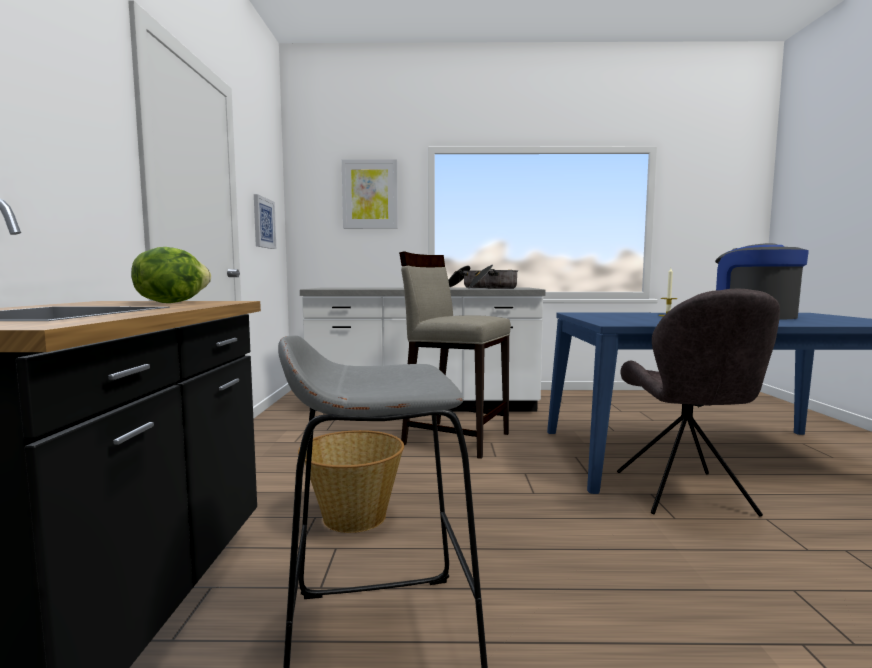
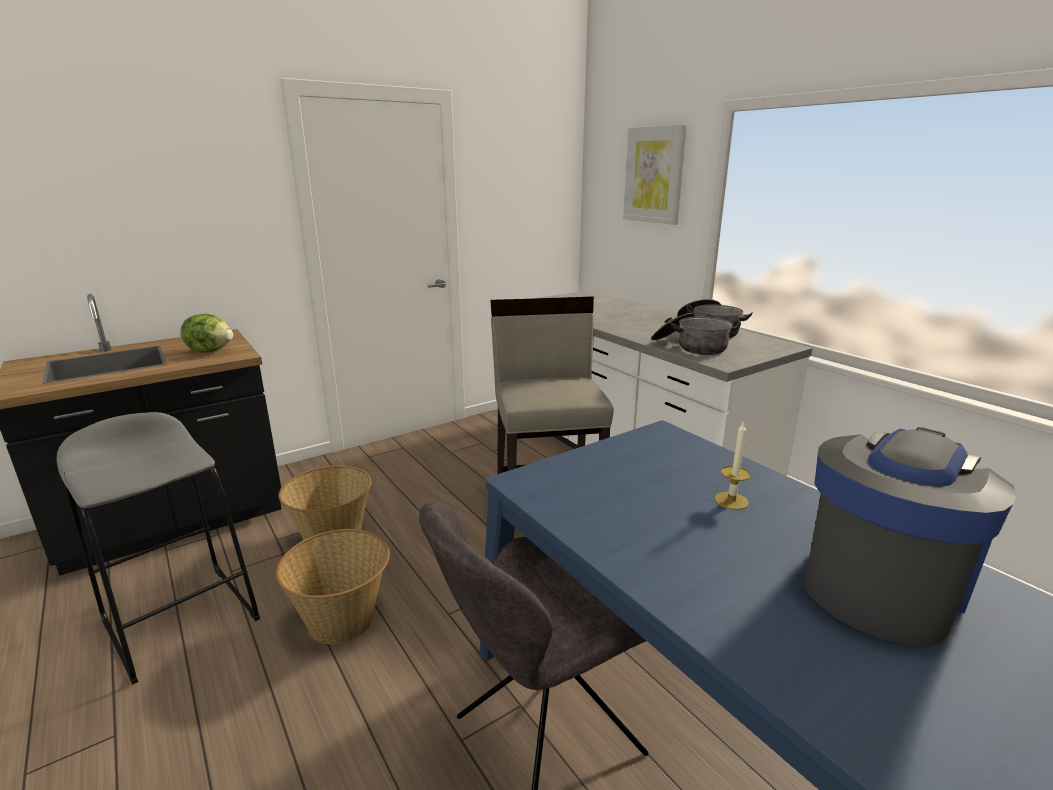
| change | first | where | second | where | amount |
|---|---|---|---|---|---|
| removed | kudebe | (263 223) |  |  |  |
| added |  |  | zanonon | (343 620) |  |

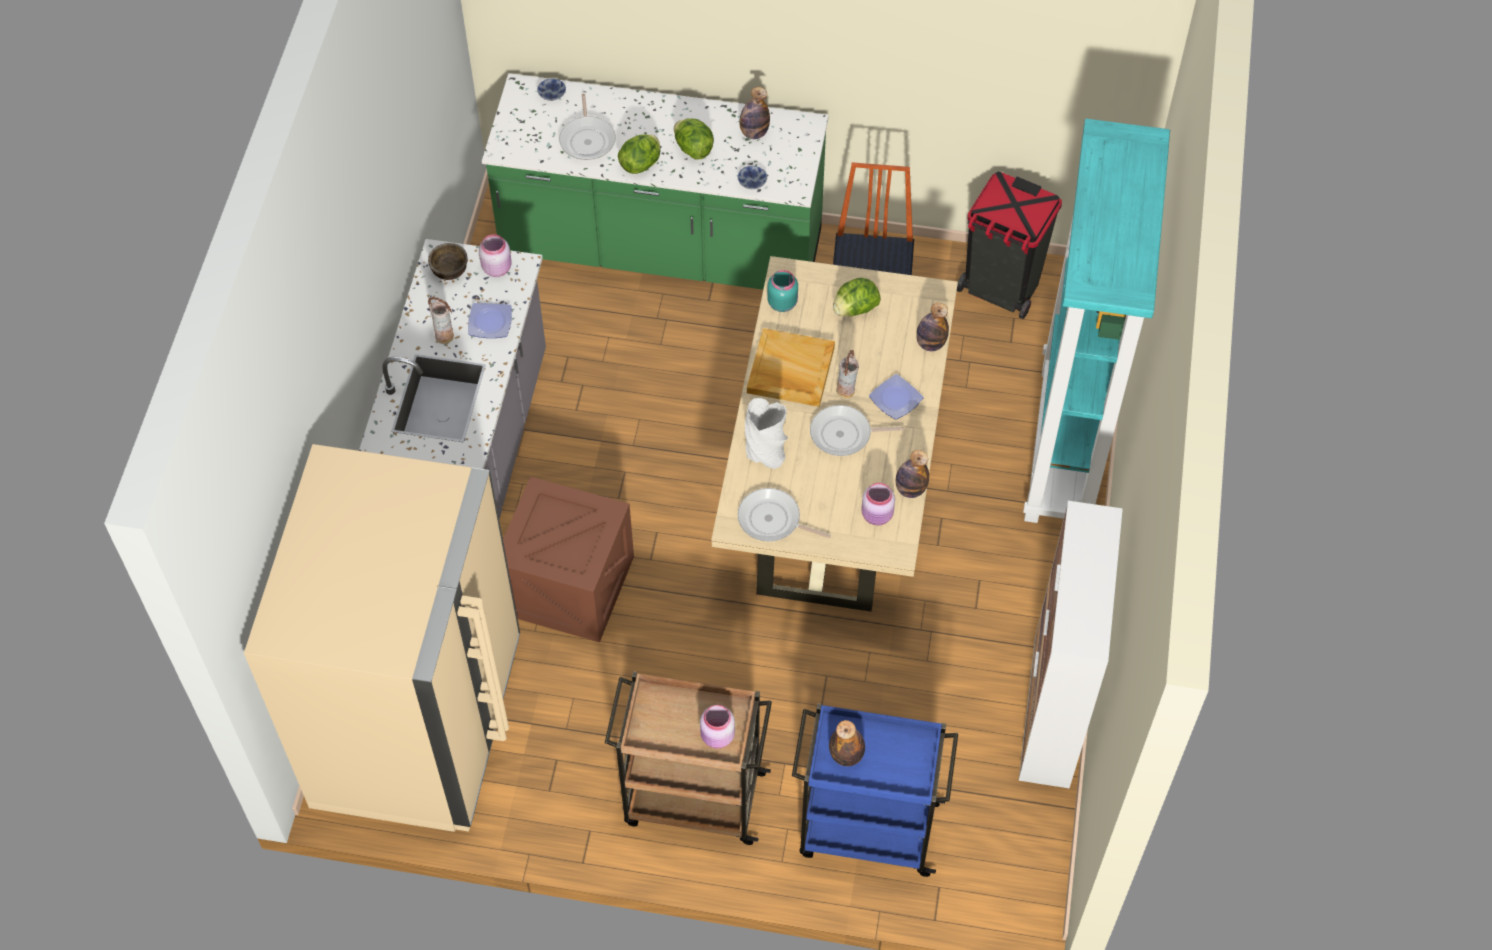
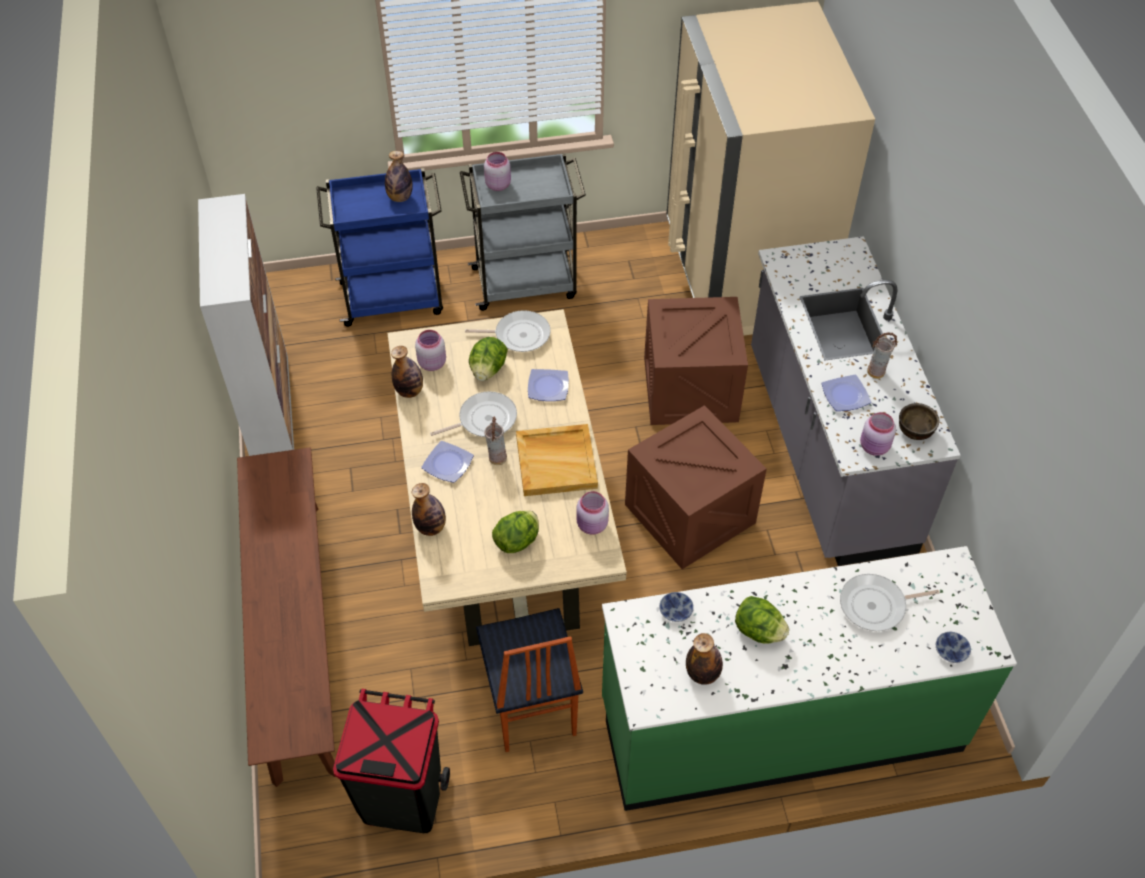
| change | first | where | second | where | amount |
|---|---|---|---|---|---|
| turned | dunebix | (588 139) |  | (876 606) | 75 degrees counterclockwise |
| replaced | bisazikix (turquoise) | (1066 447) | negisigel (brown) | (296 636) |  |
| moved | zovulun | (641 164) |  | (488 370) |  |
| recoloured | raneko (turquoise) | (783 302) | raneko (pink) | (592 525) |  |
| replaced | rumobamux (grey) | (765 450) | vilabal | (549 386) |  |
| recoloured | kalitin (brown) | (692 798) | kalitin (grey) | (526 282) |  |
| added |  |  | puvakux | (690 513) |  |

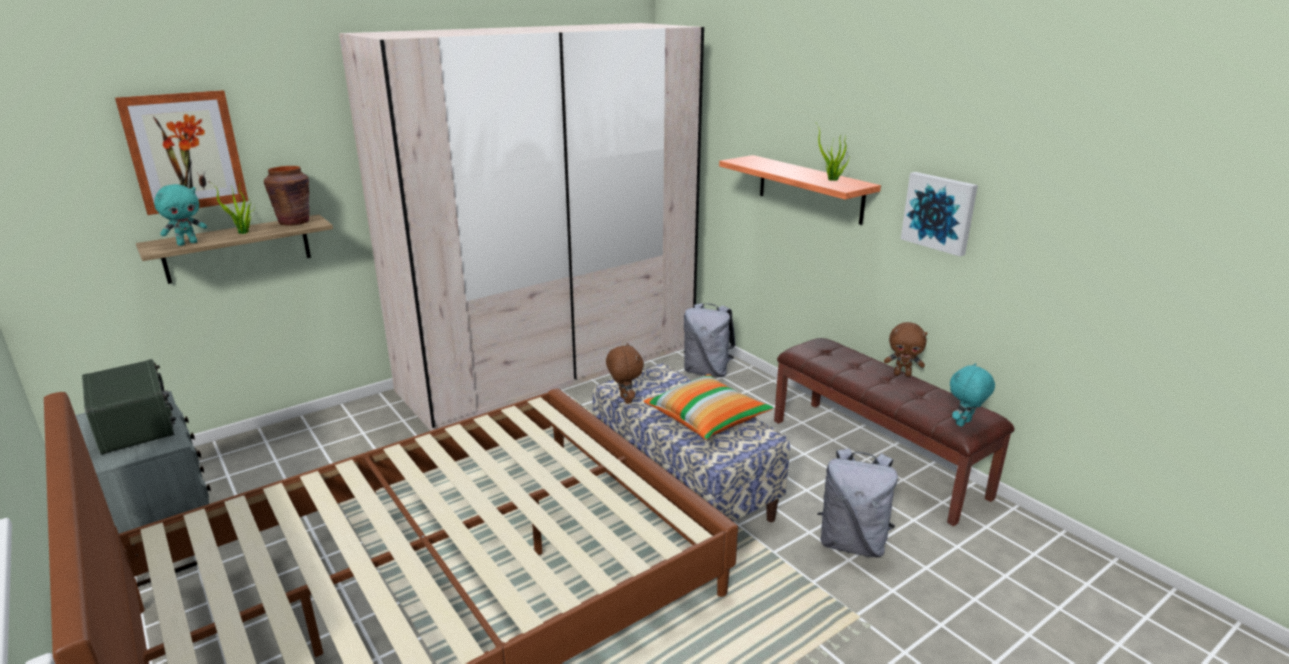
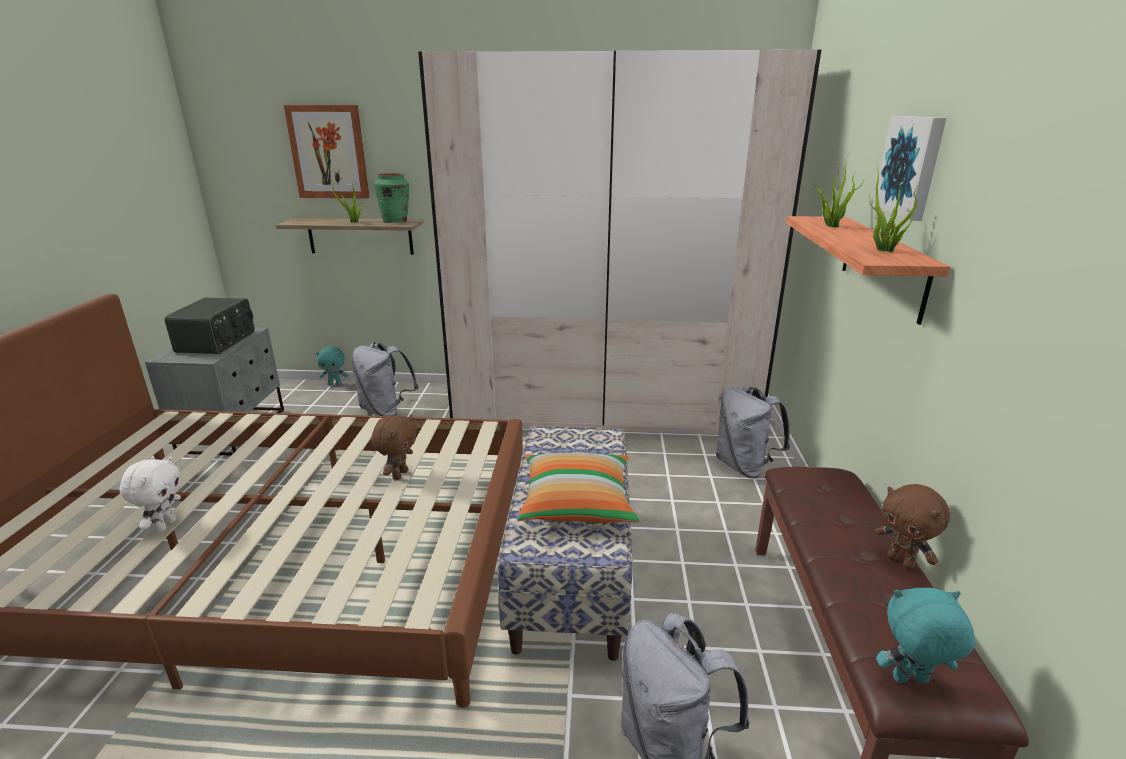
| change | first | where | second | where | amount |
|---|---|---|---|---|---|
| recoloured | rumobamux (brown) | (294 222) | rumobamux (green) | (395 221) |  |
| moved | kudebe | (939 212) |  | (911 166) |  |
| moved | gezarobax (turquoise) | (187 243) |  | (335 384) |  |
| moved | gezarobax (brown) | (624 400) |  | (399 474) |  |
| added |  |  | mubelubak | (831 226) |  |
| added |  |  | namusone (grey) | (386 411) |  |
| added |  |  | gezarobax (white) | (165 525) |  |

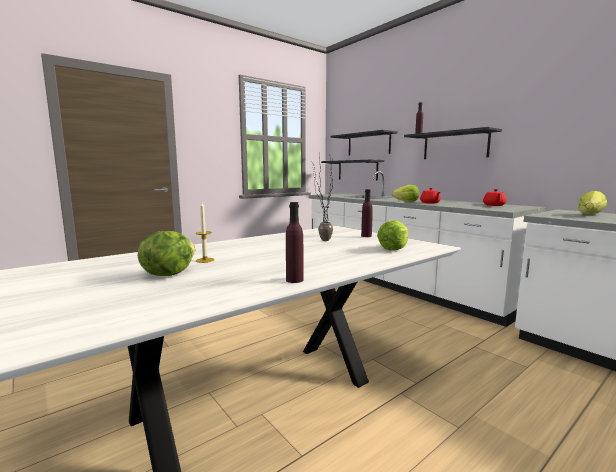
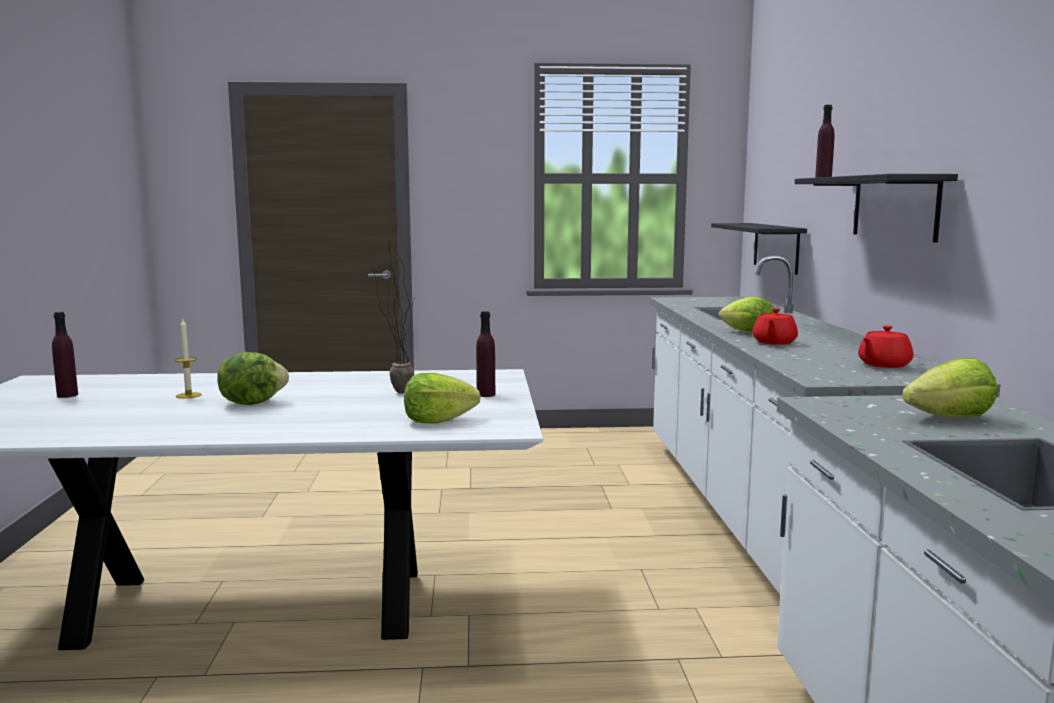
| change | first | where | second | where | amount |
|---|---|---|---|---|---|
| removed | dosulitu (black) | (368 144) |  |  |  |
| moved | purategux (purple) | (294 280) |  | (67 395) |  |
| moved | zovulun | (168 274) |  | (252 403) |  |

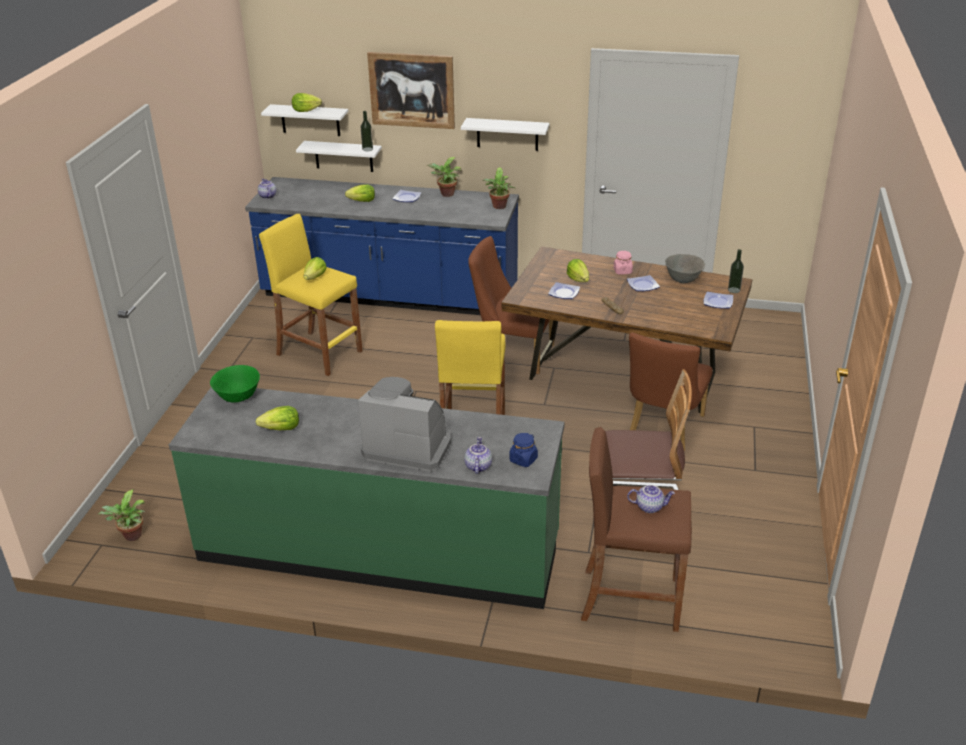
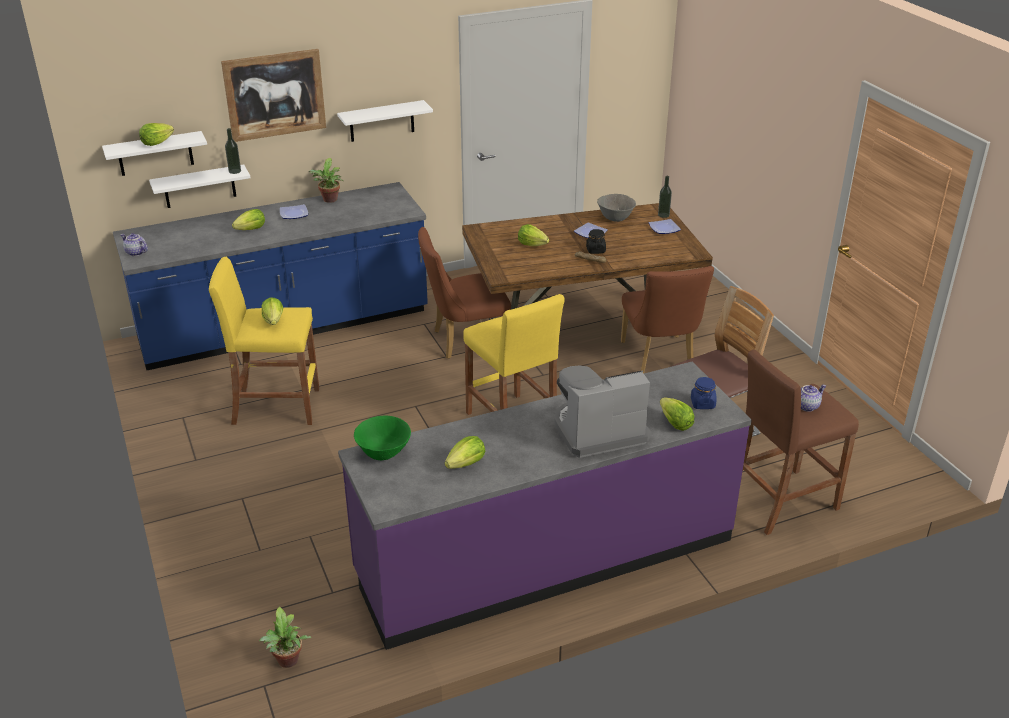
| change | first | where | second | where | amount |
|---|---|---|---|---|---|
| removed | mubelubak | (499 207) |  |  |  |
| removed | raneko (pink) | (622 271) |  |  |  |
| removed | vilabal | (564 293) |  |  |  |
| recoloured | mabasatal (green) | (379 549) | mabasatal (purple) | (545 557) |  |
| replaced | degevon | (477 466) | zovulun | (675 424) |  |
| added |  |  | raneko (black) | (595 250) |  |

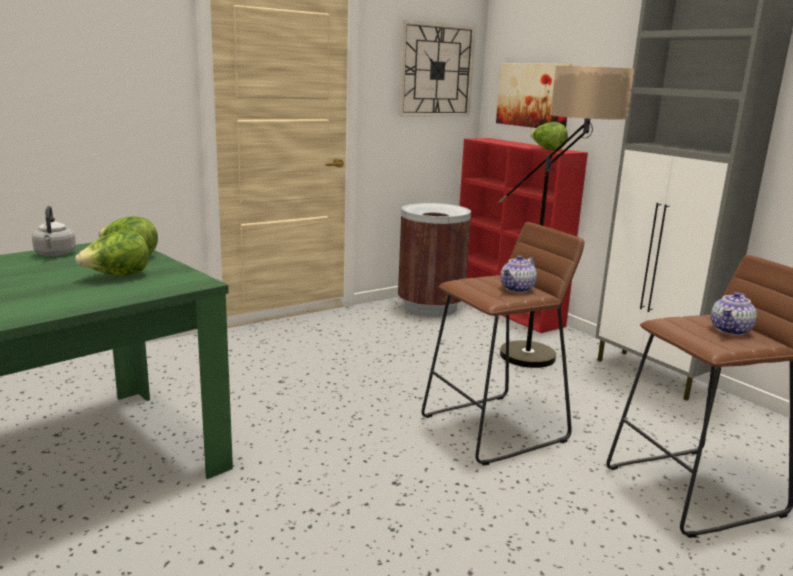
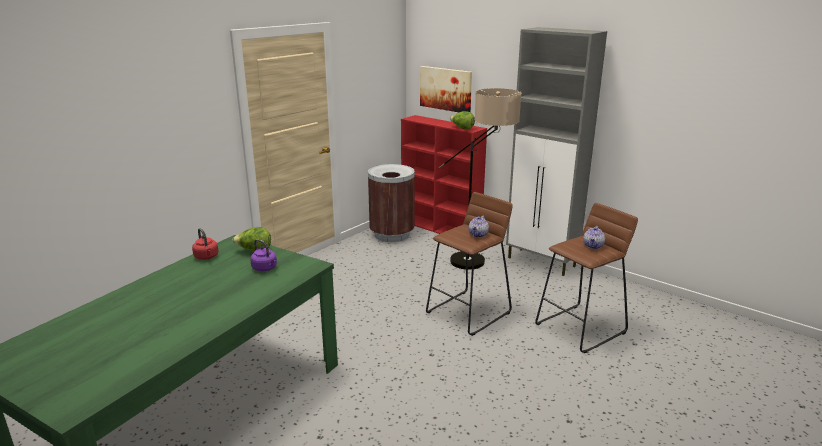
| change | first | where | second | where | amount |
|---|---|---|---|---|---|
| removed | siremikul | (436 70) |  |  |  |
| recoloured | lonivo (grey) | (55 254) | lonivo (red) | (207 257) |  |
| replaced | zovulun | (117 276) | lonivo (purple) | (265 268) |  |

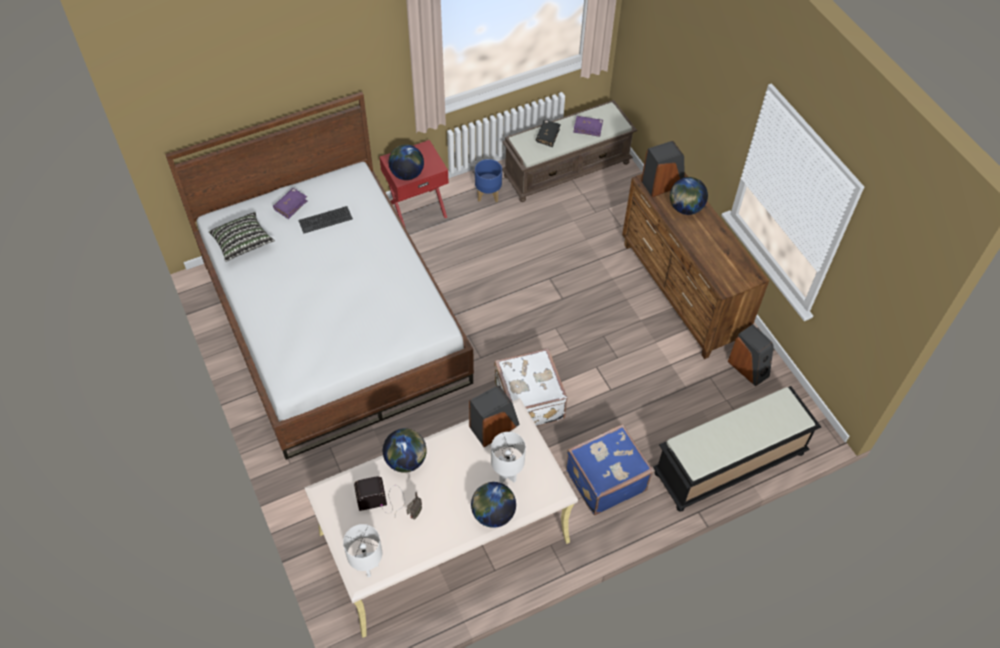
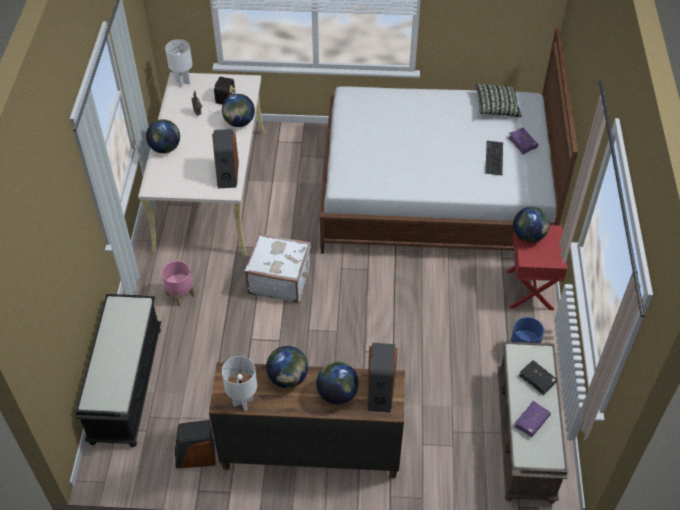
| change | first | where | second | where | amount |
|---|---|---|---|---|---|
| replaced | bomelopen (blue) | (604 479) | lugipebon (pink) | (180 295) |  |
| moved | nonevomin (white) | (507 475) |  | (243 402) |  |
| added |  |  | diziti | (288 378) |  |

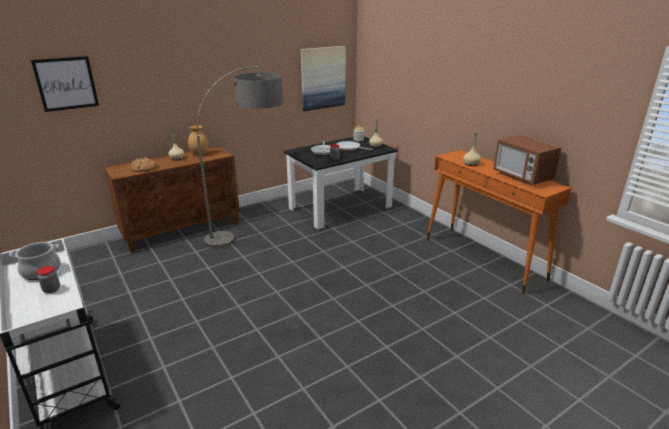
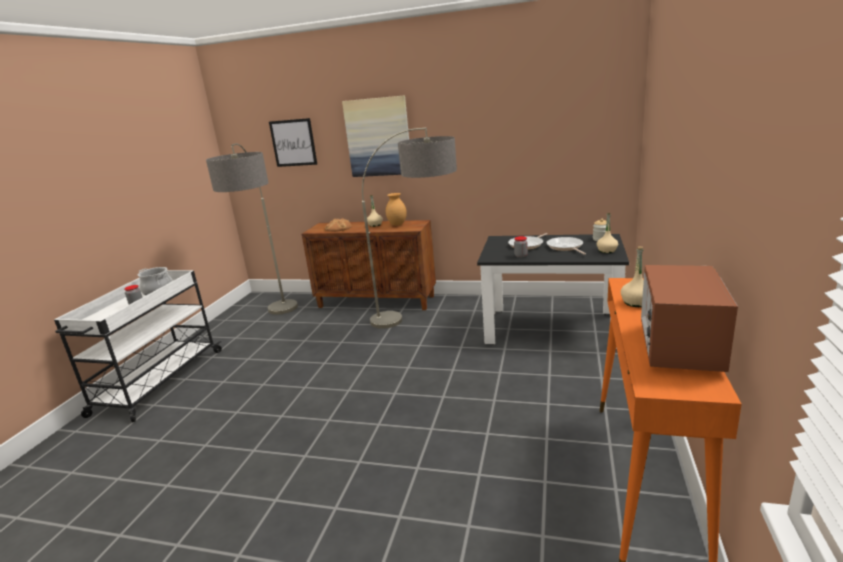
| change | first | where | second | where | amount |
|---|---|---|---|---|---|
| moved | kudebe | (323 78) |  | (378 137) |  |
| added |  |  | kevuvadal | (276 323) |  |

